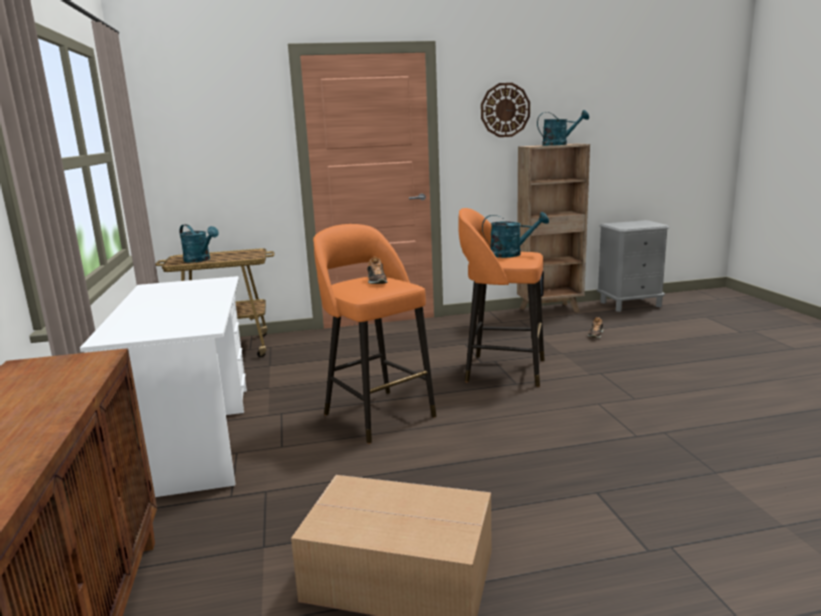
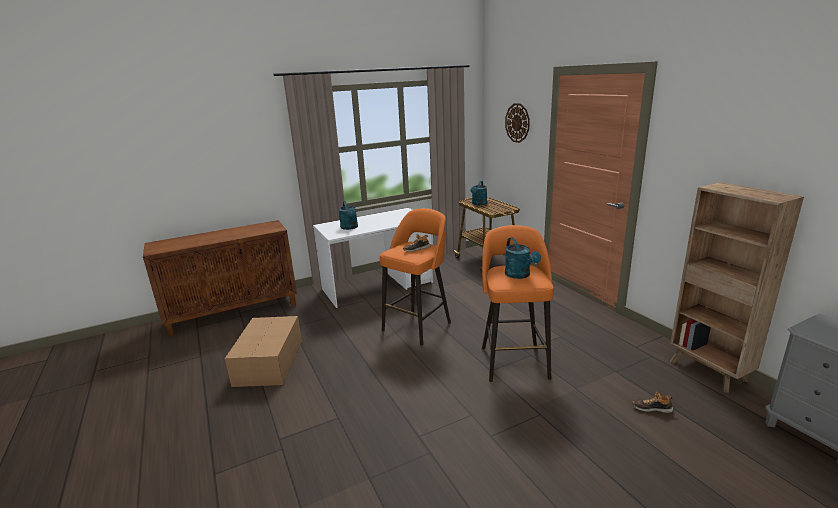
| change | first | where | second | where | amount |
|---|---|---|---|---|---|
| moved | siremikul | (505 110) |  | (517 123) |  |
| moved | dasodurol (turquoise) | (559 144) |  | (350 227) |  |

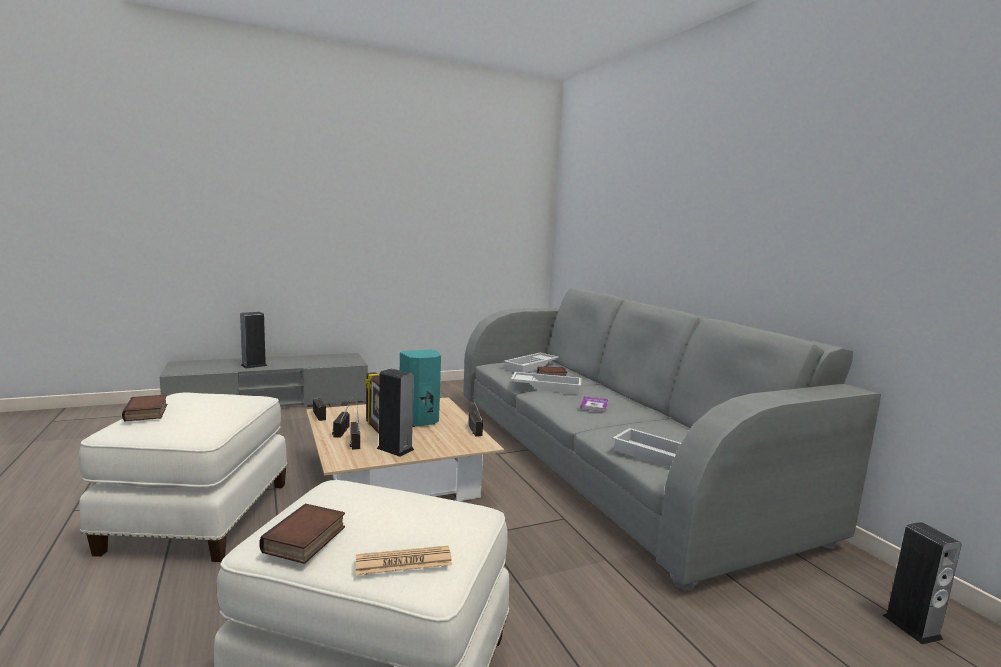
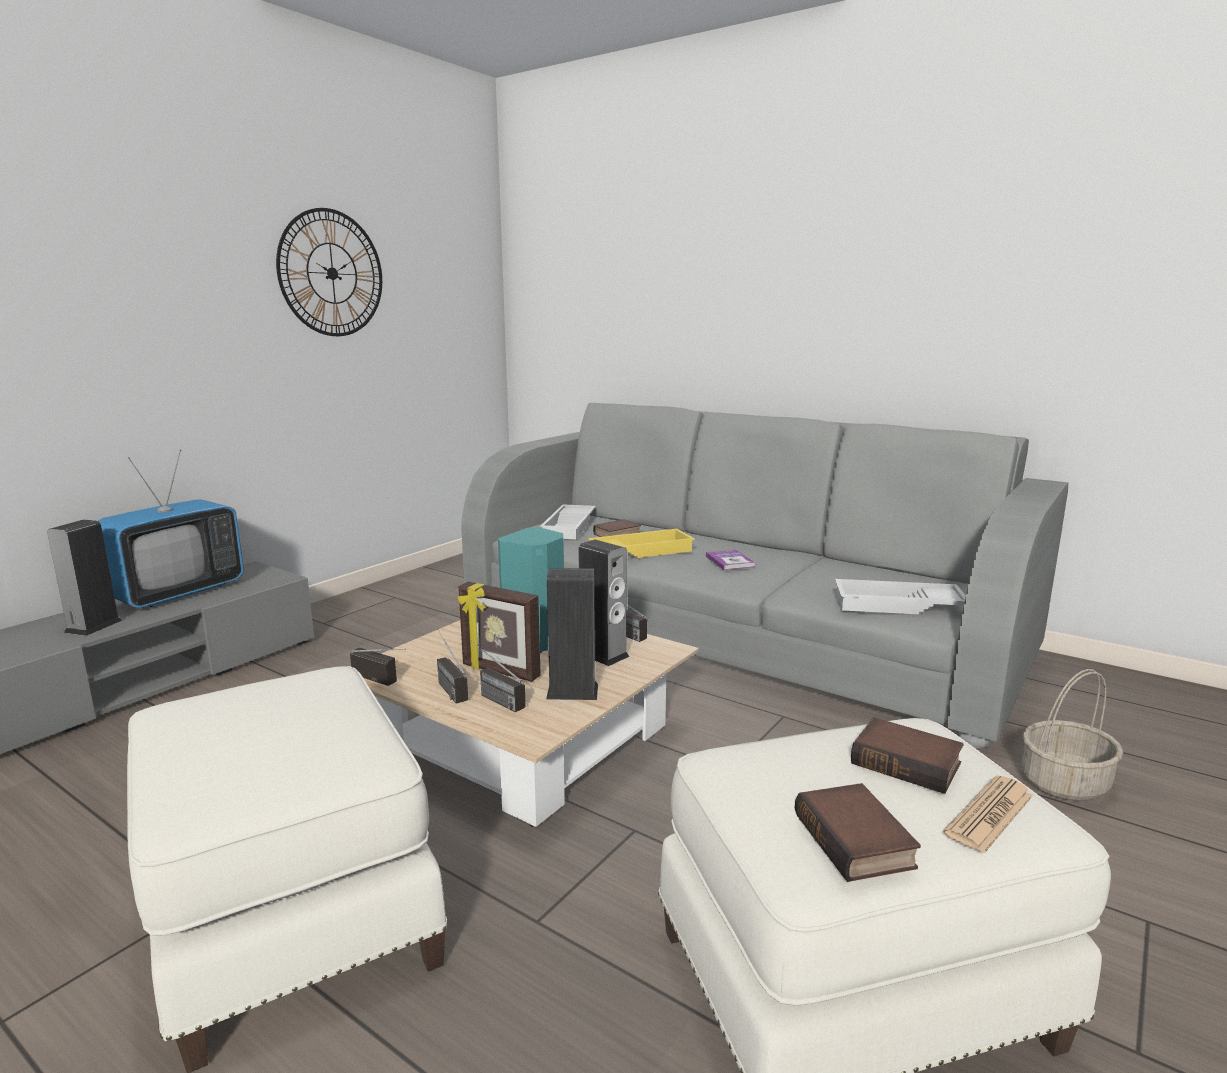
| change | first | where | second | where | amount |
|---|---|---|---|---|---|
| recoloured | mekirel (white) | (547 387) | mekirel (yellow) | (641 551) |  |
| moved | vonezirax | (148 412) |  | (908 762) |  |
| moved | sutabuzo | (912 627) |  | (602 654) |  |
| added |  |  | siremikul | (332 273) |  |
| added |  |  | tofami | (178 593) |  |
| added |  |  | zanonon | (1064 782) |  |

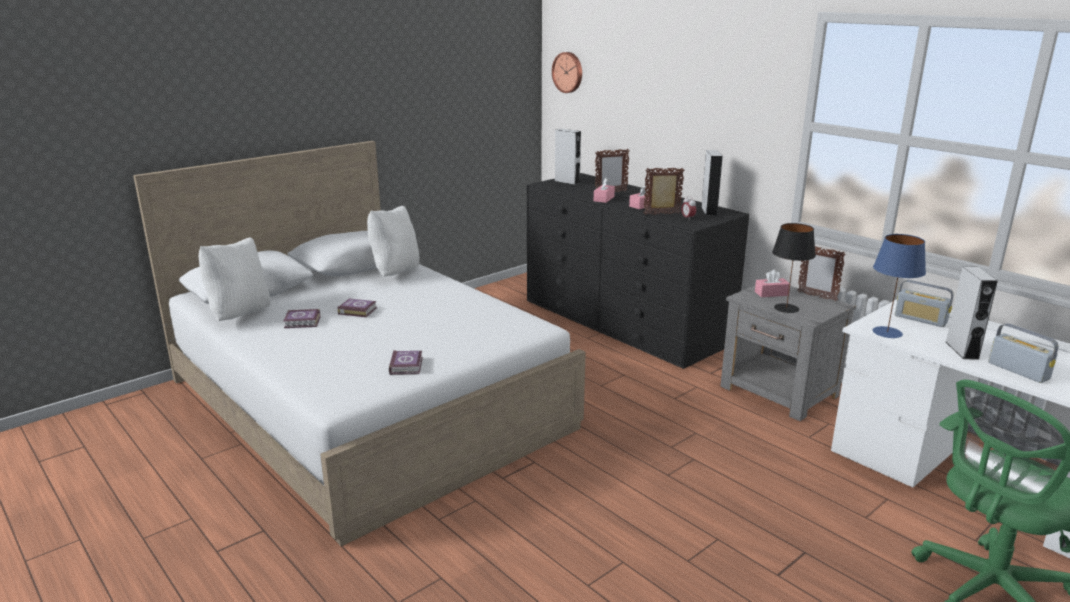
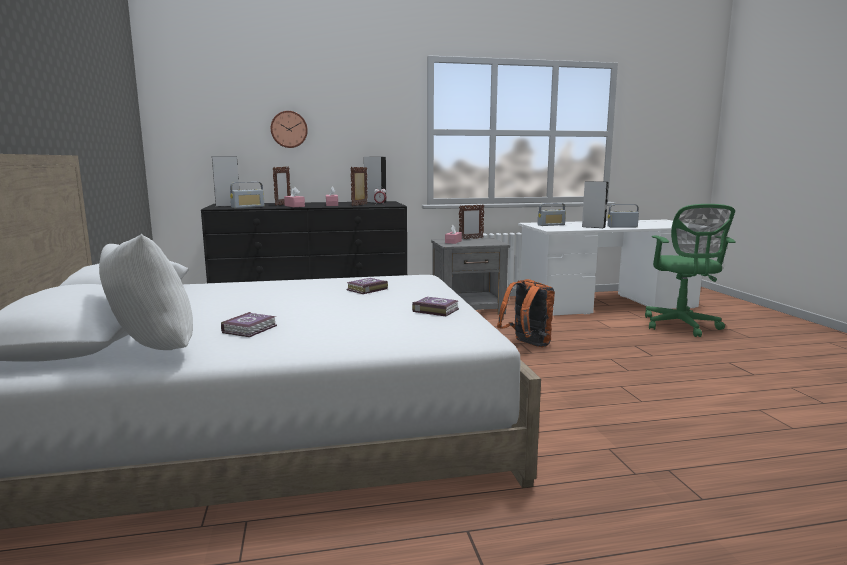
| change | first | where | second | where | amount |
|---|---|---|---|---|---|
| moved | siremikul | (568 72) |  | (289 129) |  |
| removed | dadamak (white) | (395 272) |  |  |  |
| removed | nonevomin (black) | (786 308) |  |  |  |
| removed | nonevomin (blue) | (887 332) |  |  |  |
| moved | vonezirax | (357 310) |  | (366 289) |  |
| added |  |  | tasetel | (248 207) |  |
| added |  |  | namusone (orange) | (527 344) |  |

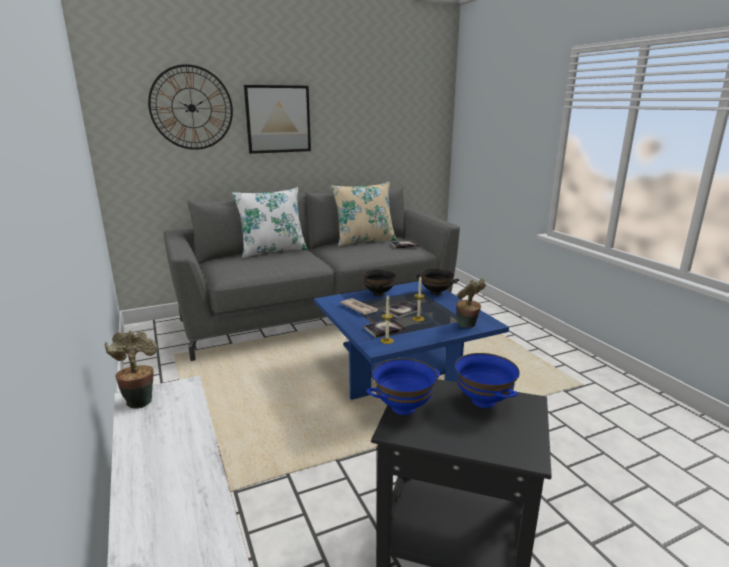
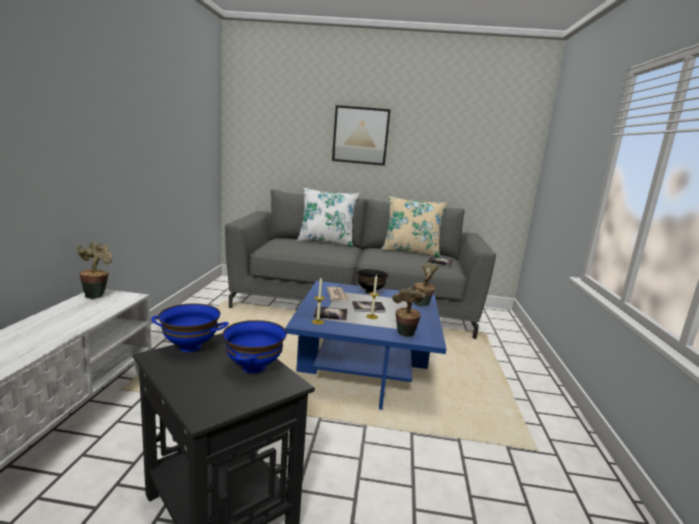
| change | first | where | second | where | amount |
|---|---|---|---|---|---|
| removed | siremikul | (191 108) |  |  |  |
| replaced | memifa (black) | (436 293) | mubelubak | (422 305) |  |

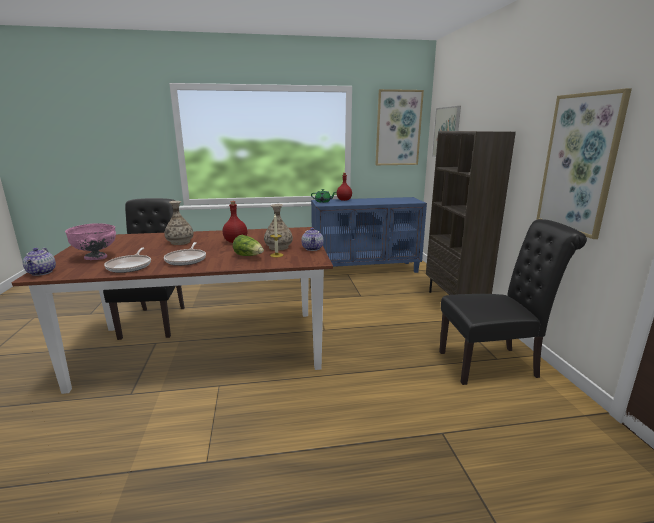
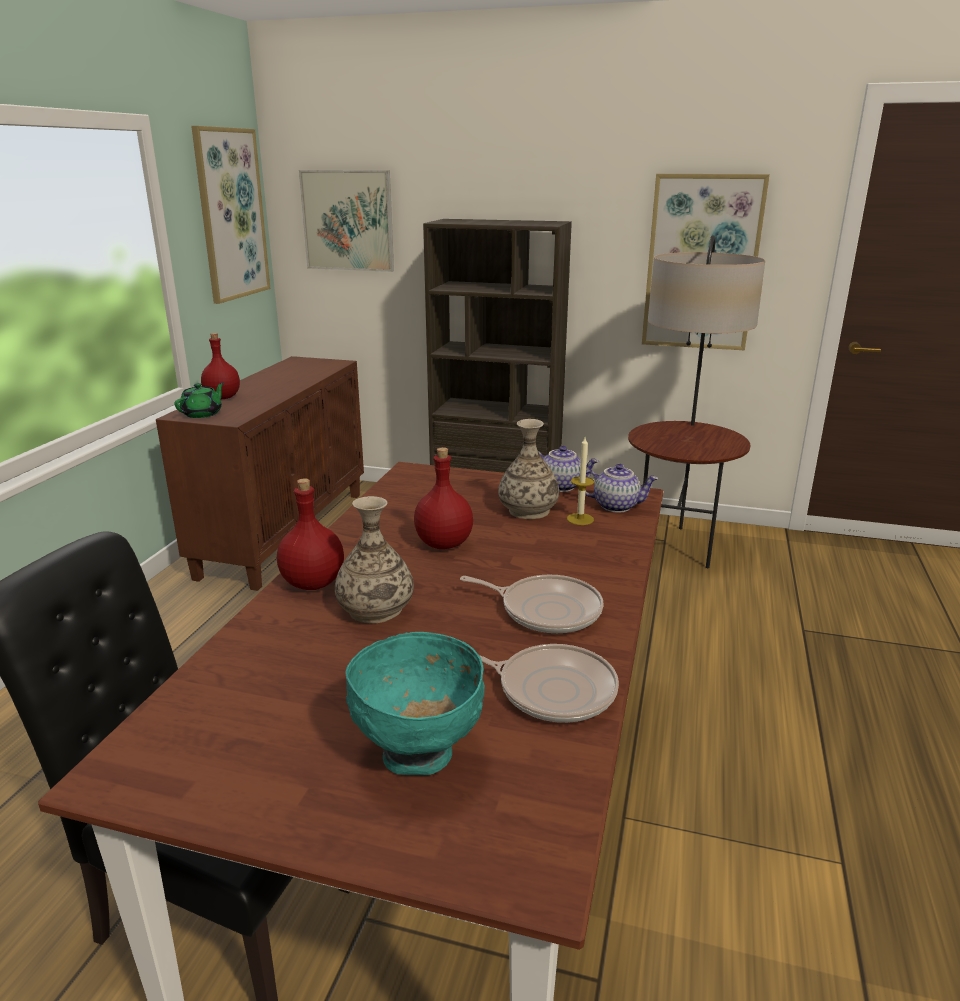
| change | first | where | second | where | amount |
|---|---|---|---|---|---|
| recoloured | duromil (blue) | (366 269) | duromil (brown) | (284 532) |  |
| replaced | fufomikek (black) | (493 364) | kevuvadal | (676 547) |  |
| recoloured | memifa (pink) | (96 258) | memifa (turquoise) | (419 754) |  |
| removed | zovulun | (249 256) |  |  |  |
| moved | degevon | (42 272) |  | (616 506) |  |
| added |  |  | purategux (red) | (314 583) |  |

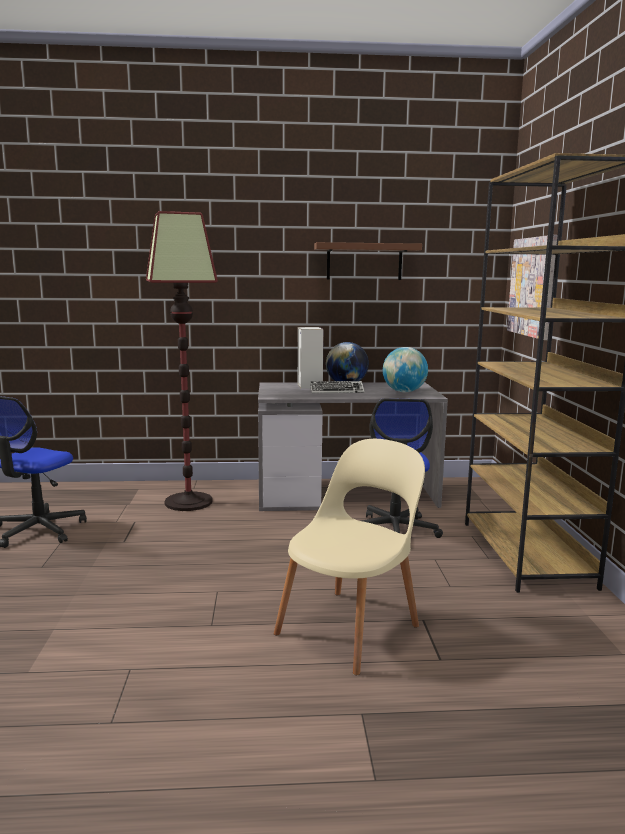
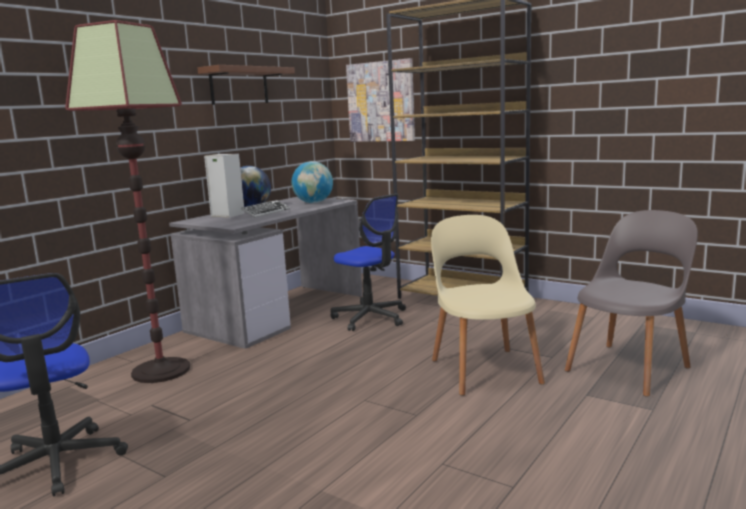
| change | first | where | second | where | amount |
|---|---|---|---|---|---|
| added |  |  | fufomikek (grey) | (629 367) |  |

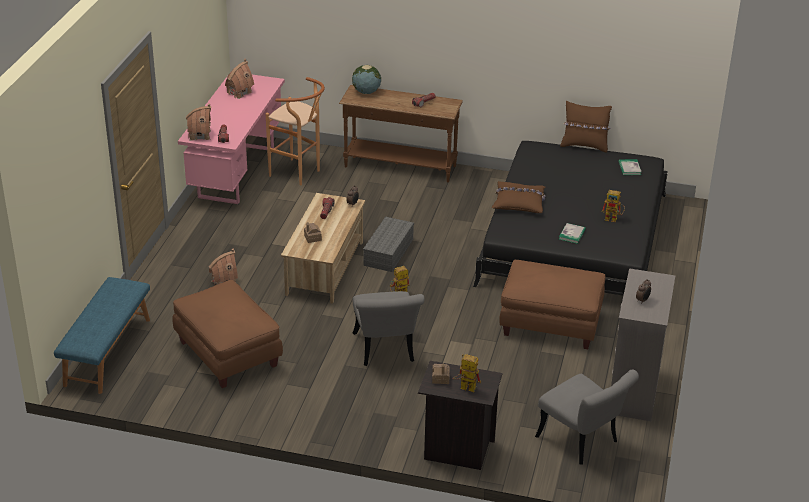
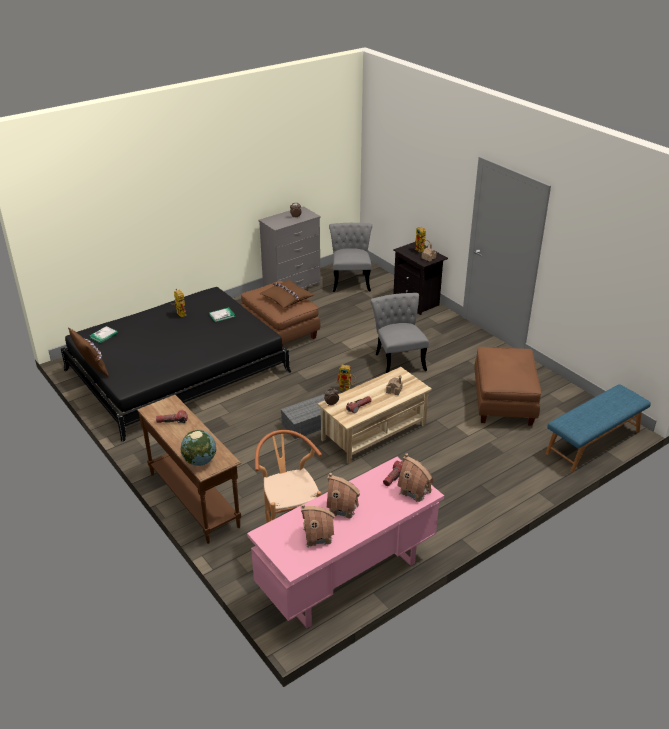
| change | first | where | second | where | amount |
|---|---|---|---|---|---|
| moved | dadamak (brown) | (519 202) |  | (286 298) |  |
| moved | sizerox | (224 282) |  | (342 508) |  |
| turned | fufomikek (grey) | (385 351) |  | (398 360) | 45 degrees counterclockwise |

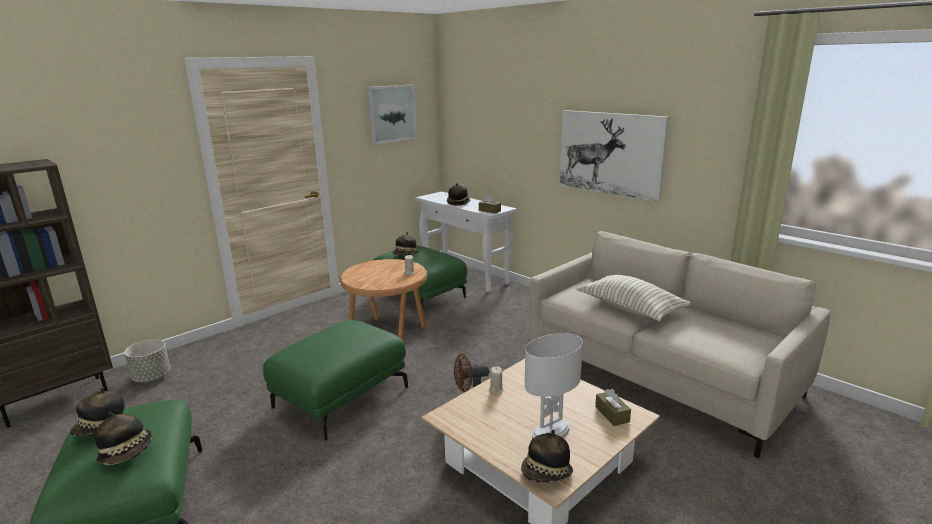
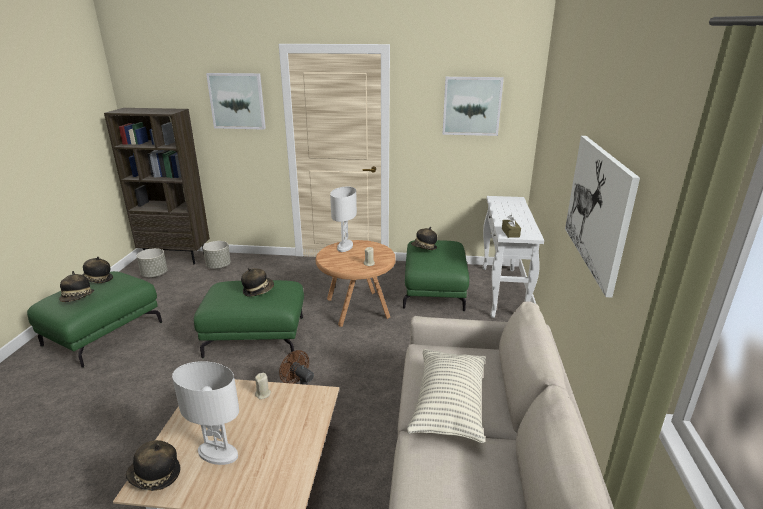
| change | first | where | second | where | amount |
|---|---|---|---|---|---|
| moved | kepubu | (458 203) |  | (258 290) |  |
| removed | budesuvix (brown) | (612 414) |  |  |  |
| added |  |  | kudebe | (237 101) |  |
| added |  |  | nonevomin (white) | (345 247) |  |
| added |  |  | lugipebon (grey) | (155 274) |  |

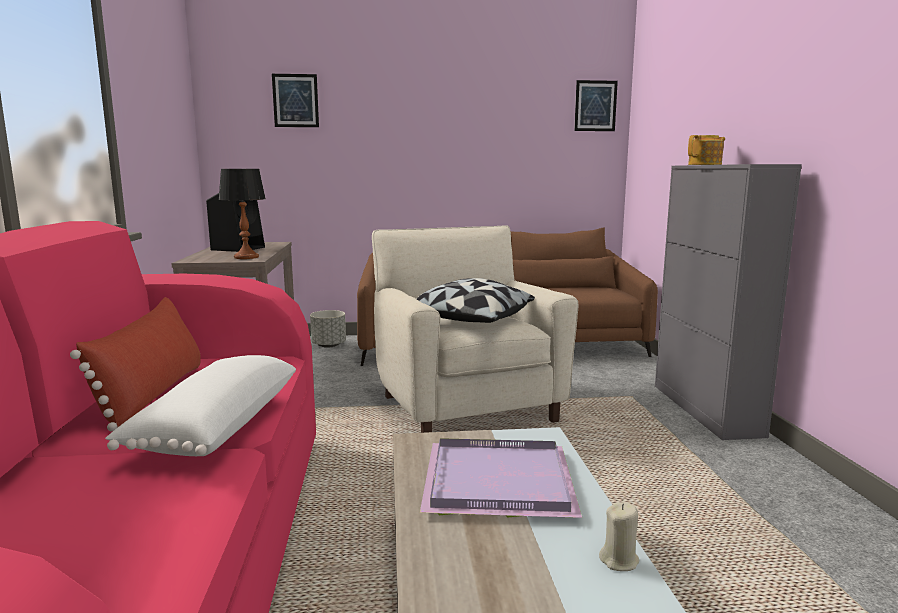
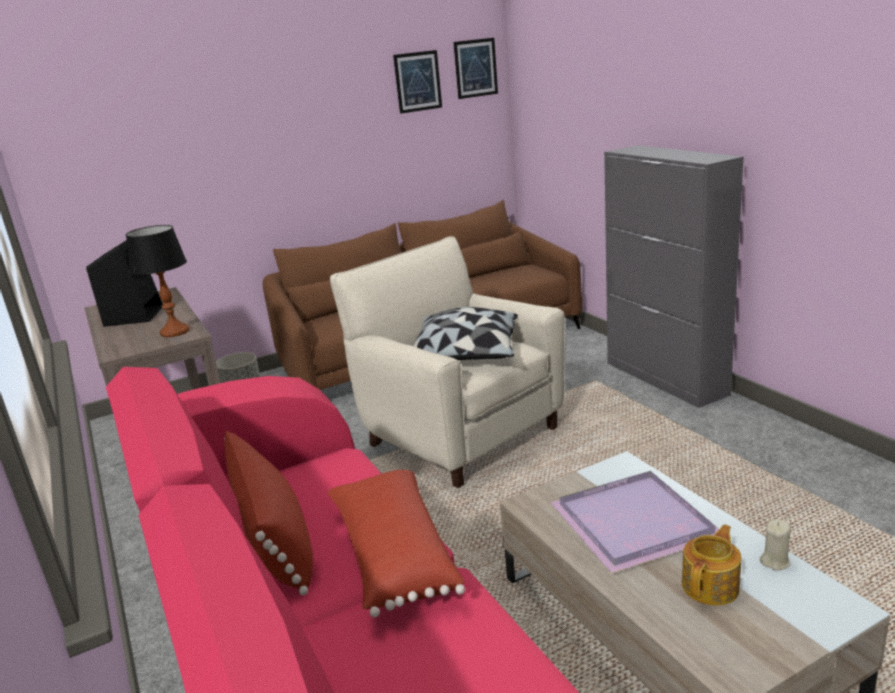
| change | first | where | second | where | amount |
|---|---|---|---|---|---|
| moved | kudebe | (295 100) |  | (418 81) |  |
| moved | degevon | (705 164) |  | (711 586) |  |
| recoloured | dadamak (white) | (215 426) | dadamak (red) | (393 556) |  |

